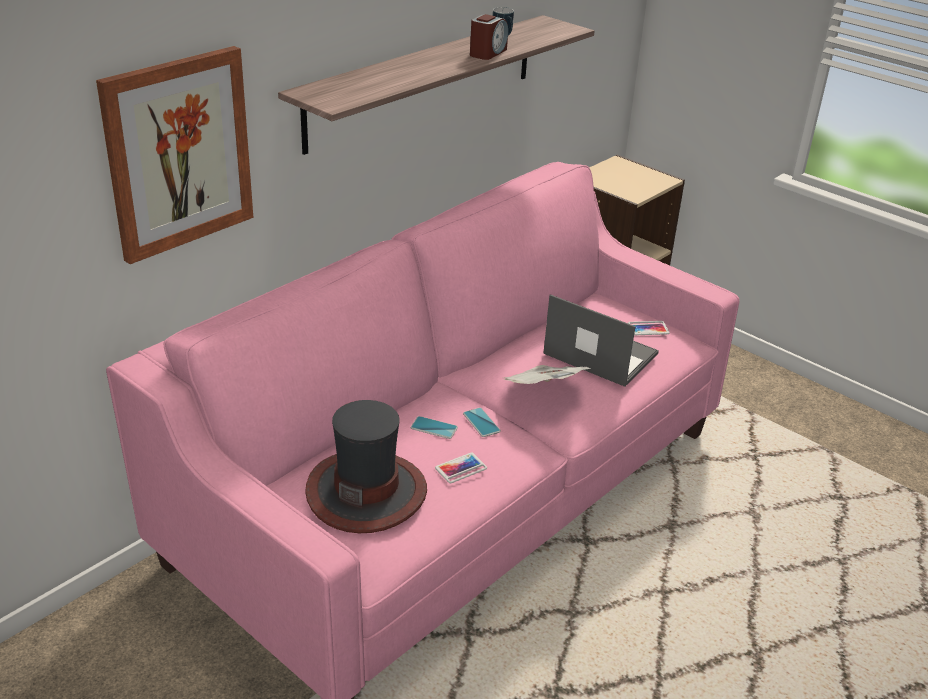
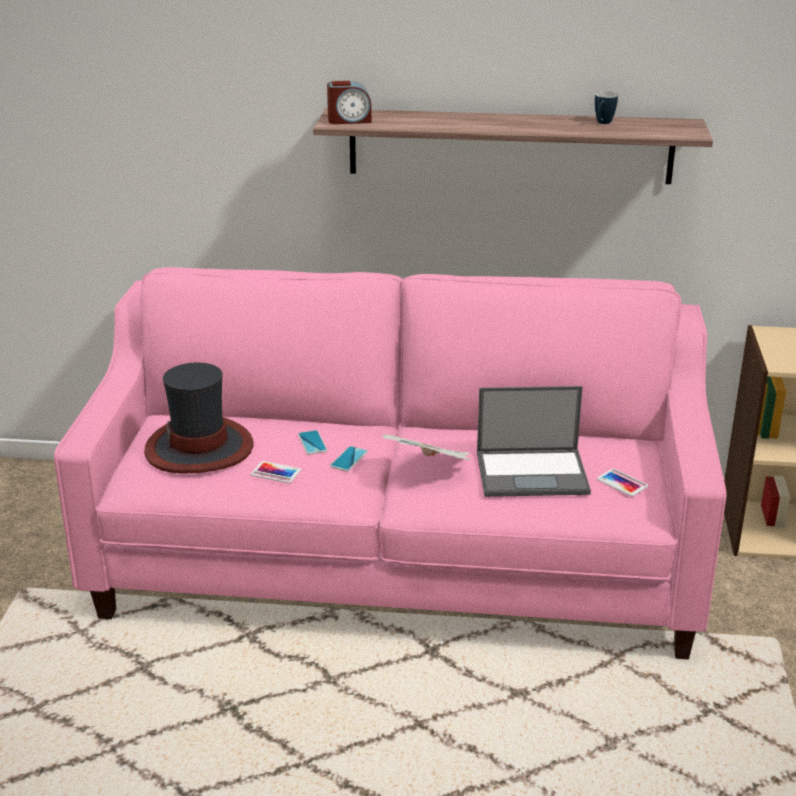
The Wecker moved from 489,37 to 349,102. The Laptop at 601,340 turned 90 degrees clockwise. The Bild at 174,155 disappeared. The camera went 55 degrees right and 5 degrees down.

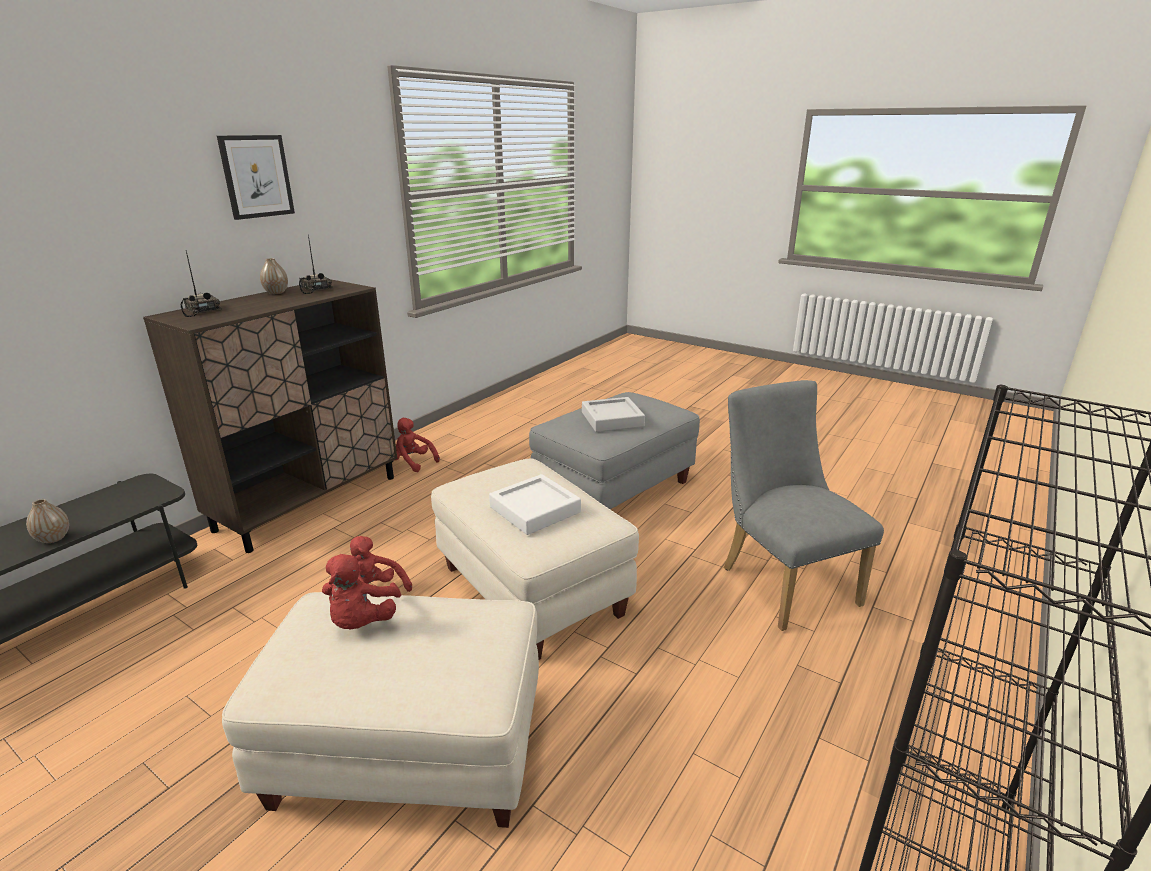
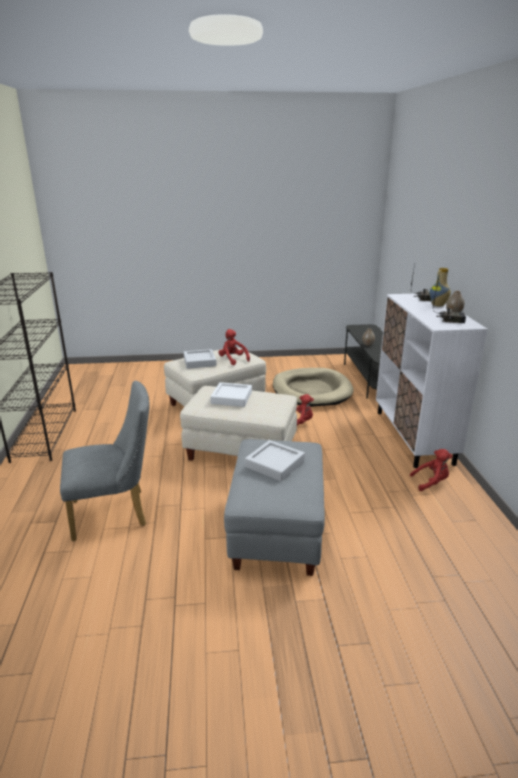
The Stuhl [grau] at 804,505 turned 45 degrees counterclockwise. The Tablett [grau] at 200,359 appeared. The Hundebett [beige] at 313,387 appeared. The Schrank [braun] at 270,416 became the Schrank [weiß] at 432,381. The Vase at 440,287 appeared. The Bild at 256,177 disappeared. The camera went 140 degrees right and 0 degrees up.

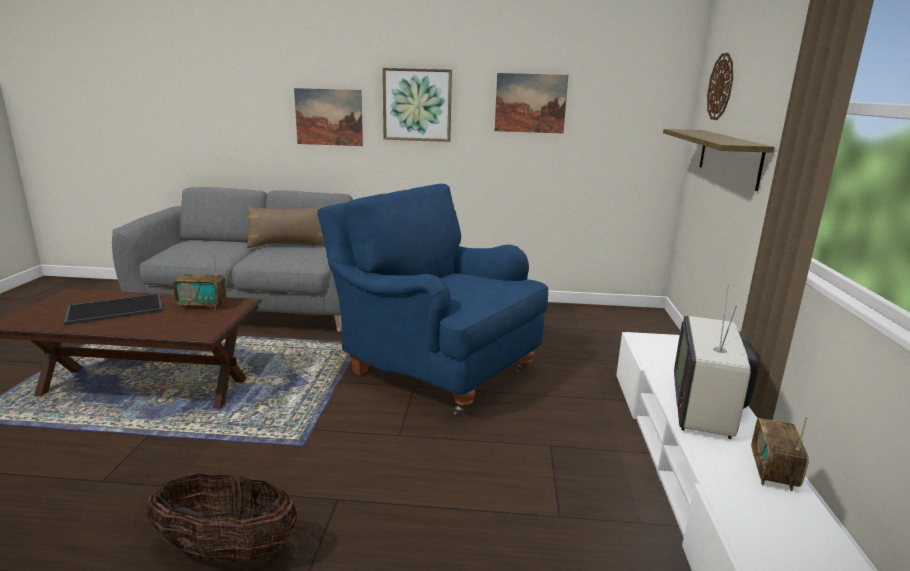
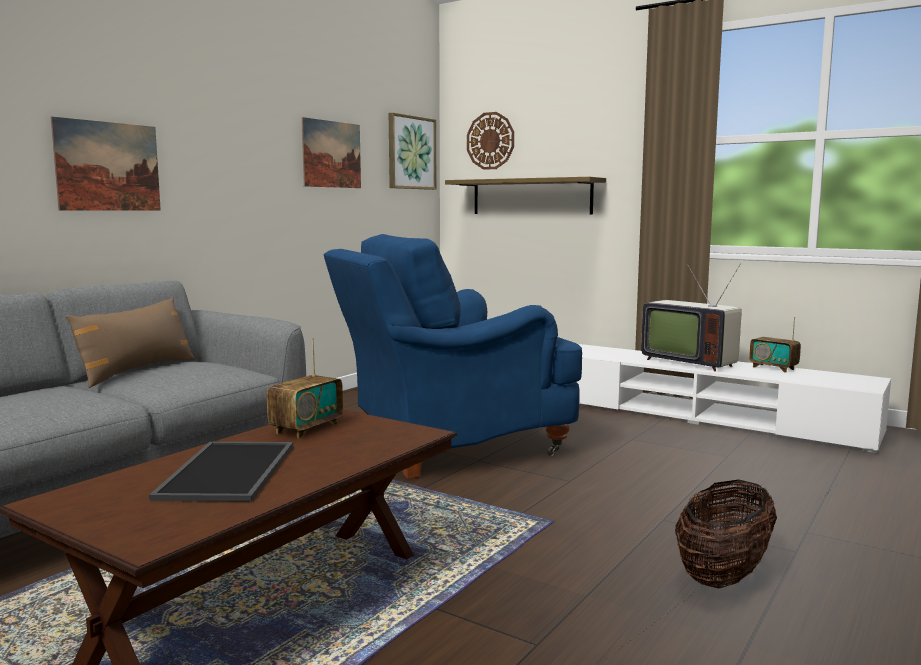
The Bild moved from 417,105 to 412,151. The camera went 60 degrees left and 10 degrees down.

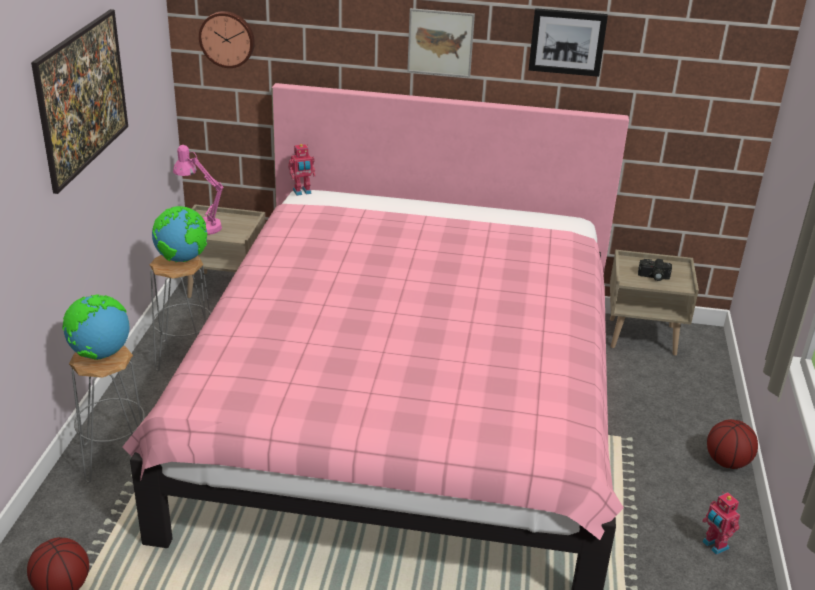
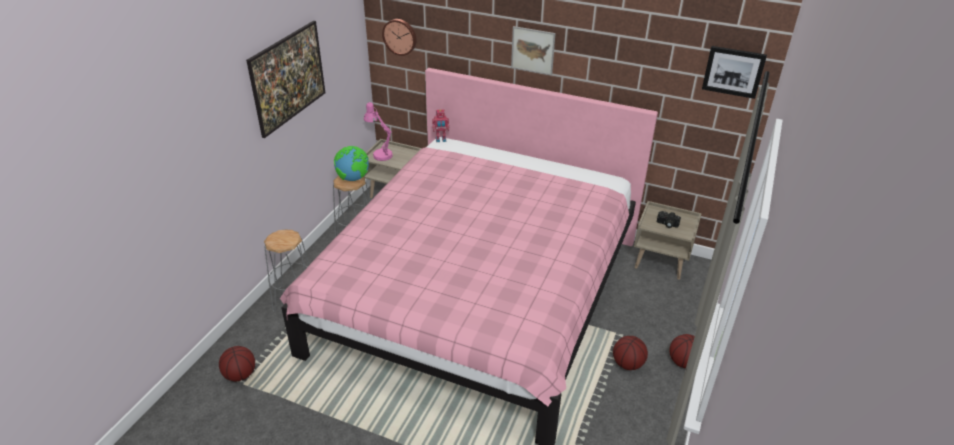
The Basketball at 630,353 appeared. The Bild moved from 568,42 to 734,72. The Globus at 95,327 disappeared. The Spielzeugroboter at 721,523 disappeared. The camera went 15 degrees right and 5 degrees up.

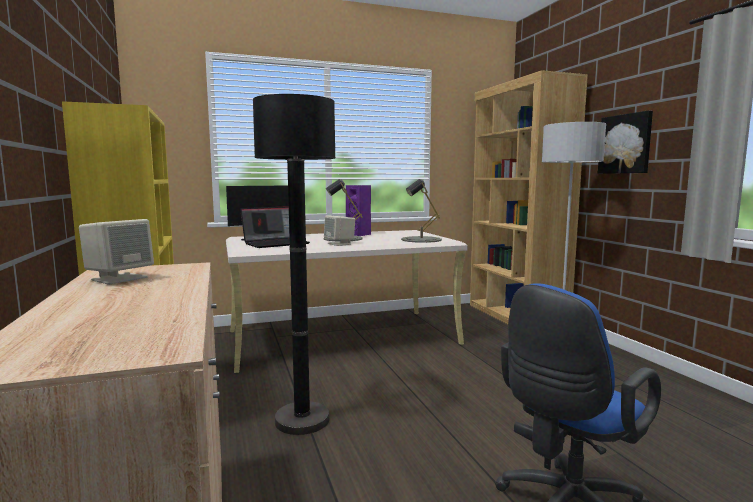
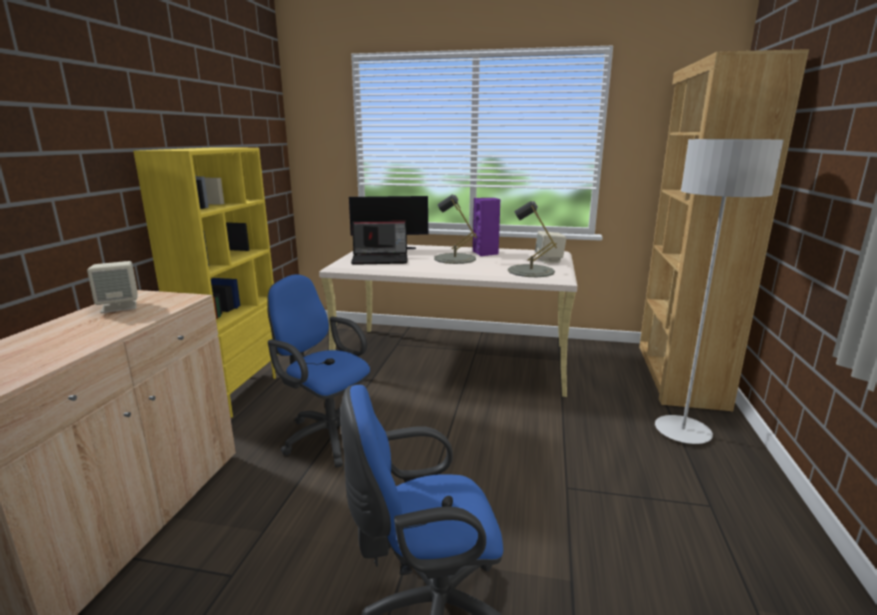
The Stehlampe [schwarz] at 294,264 was replaced by the Bürostuhl [blau] at 318,371. The Lautsprecher [beige] moved from 339,230 to 550,247. The Bild at 625,142 disappeared. The camera went 30 degrees right and 10 degrees up.

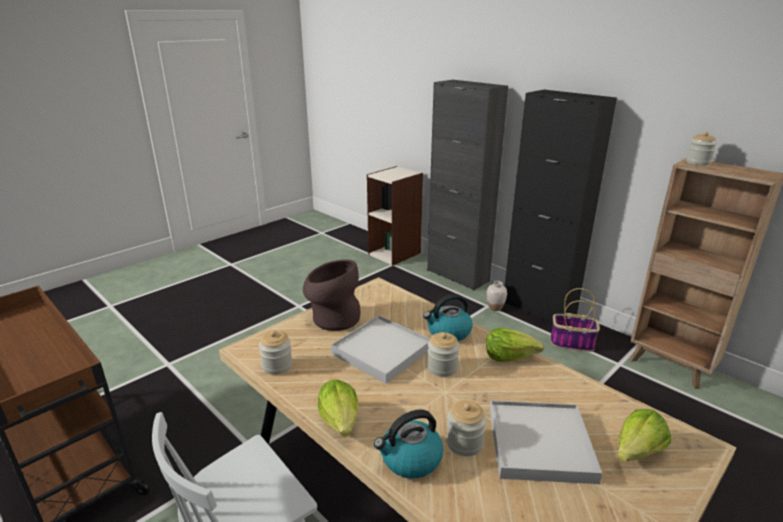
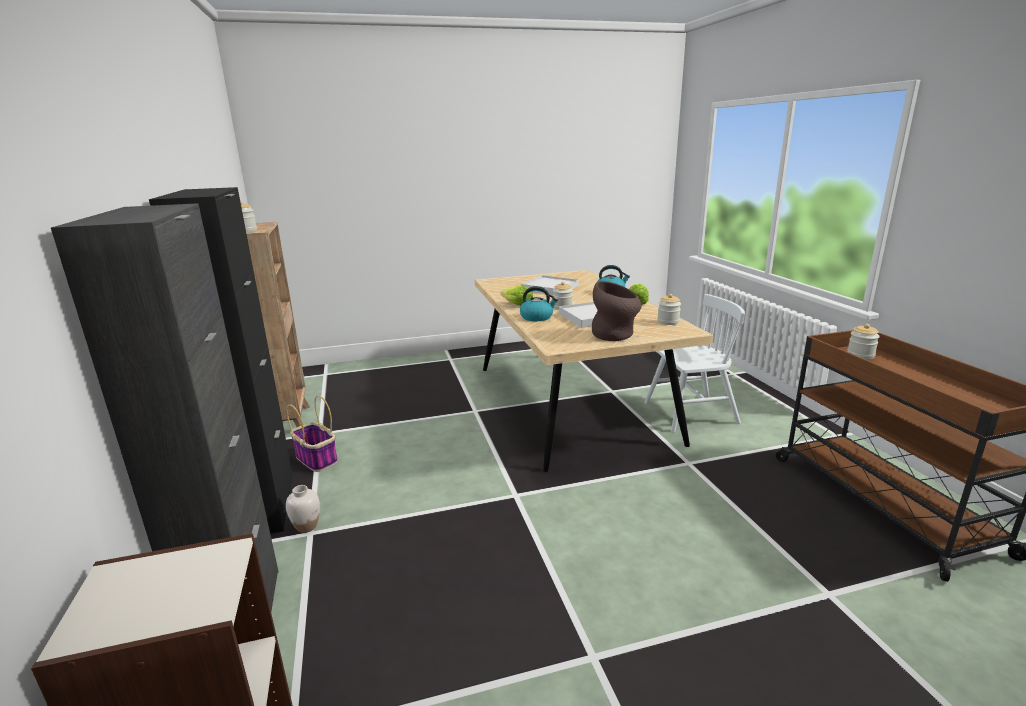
The Vorratsglas moved from 466,428 to 863,342. The Salatkopf at 644,435 disappeared. The camera went 150 degrees left and 5 degrees down.

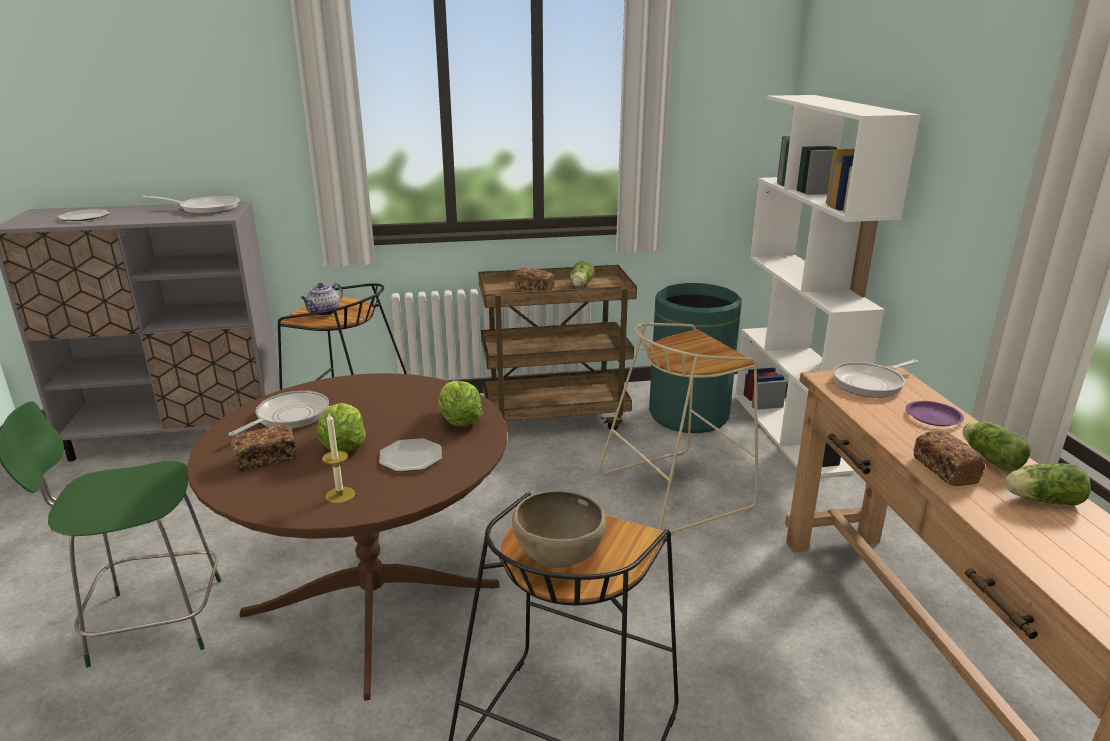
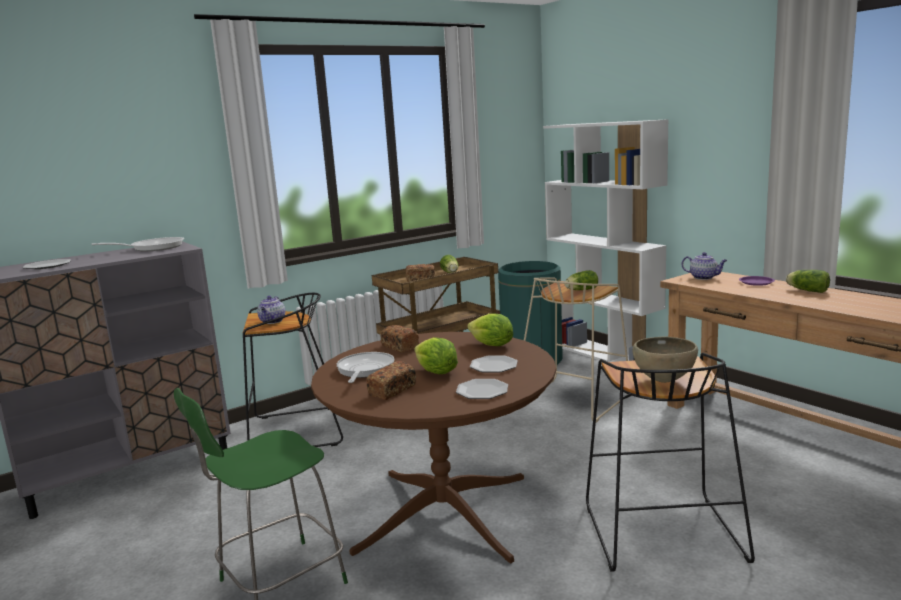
The Brot moved from 949,458 to 399,339. The Kerze at 338,458 was replaced by the Teller at 482,389. The Salatkopf moved from 1048,484 to 581,280. The Pfanne at 875,379 was replaced by the Teekanne at 704,266. The camera went 25 degrees left and 10 degrees down.

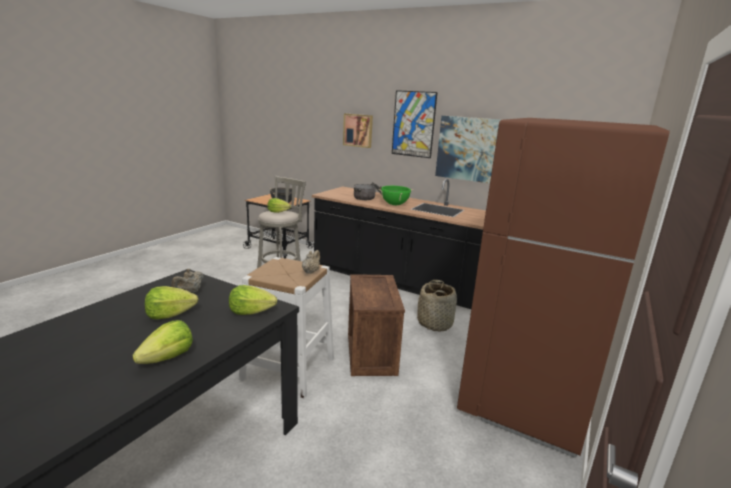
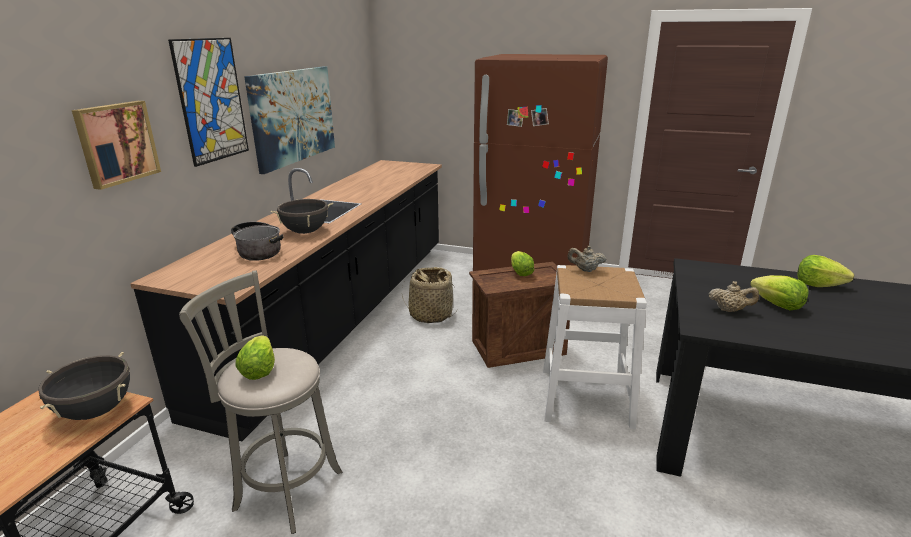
The Kochtopf [grün] at 396,195 became the Kochtopf [schwarz] at 302,216. The Salatkopf moved from 253,300 to 522,263. The camera went 100 degrees left and 5 degrees up.

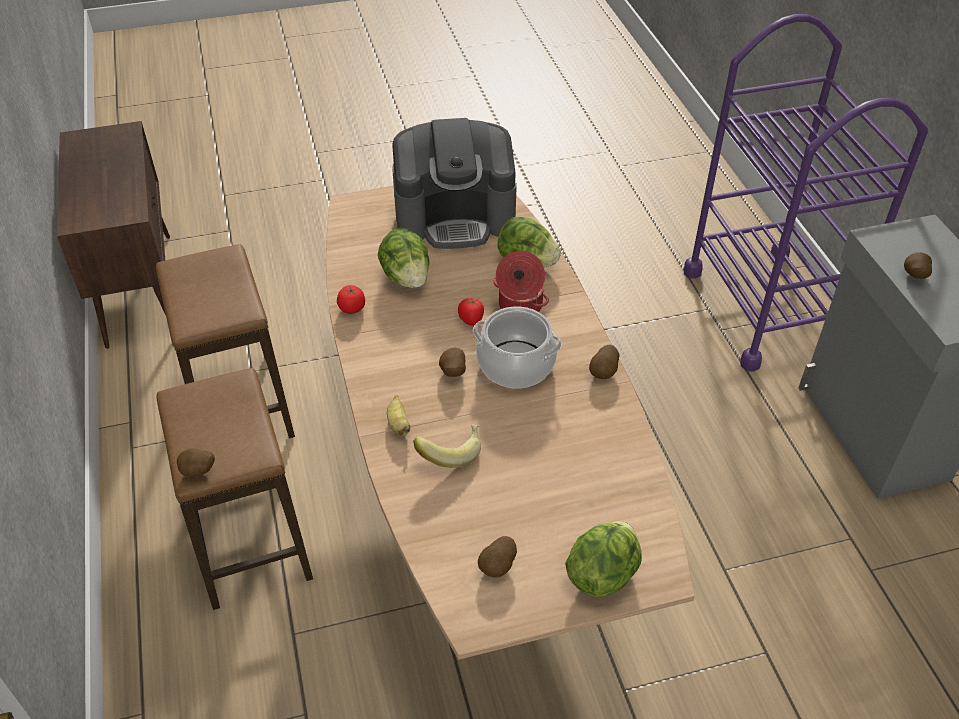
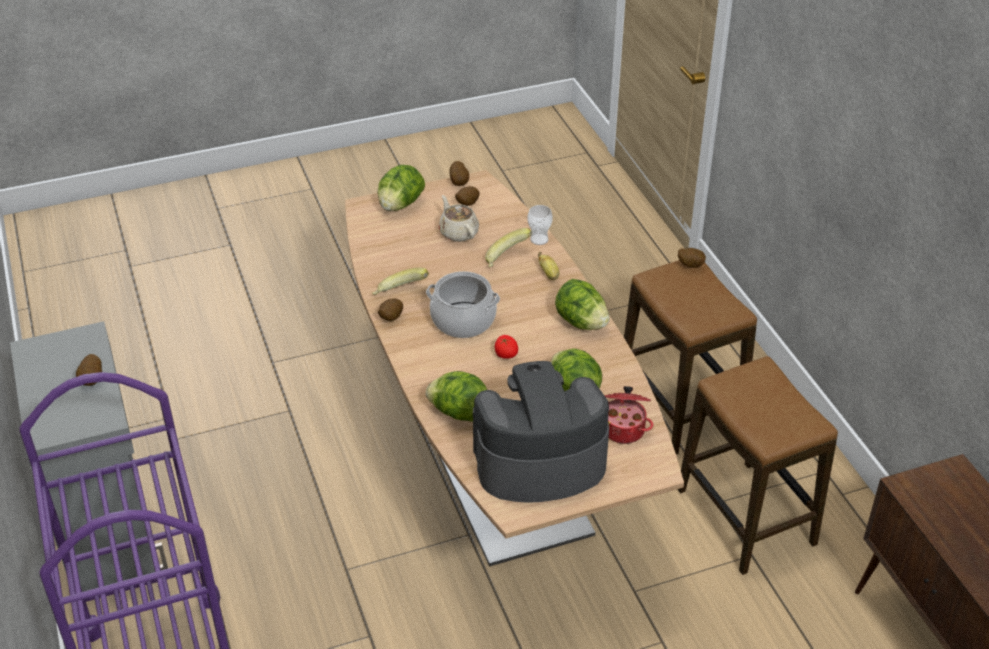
The Banane at 400,281 appeared. The Teekanne [beige] at 459,218 appeared. The Kartoffel moved from 452,362 to 459,173. The Tasse at 540,225 appeared. The Salatkopf at 582,304 appeared. The Kochtopf moved from 521,281 to 628,415. The Tomate at 351,299 disappeared. The camera went 175 degrees right and 5 degrees down.

